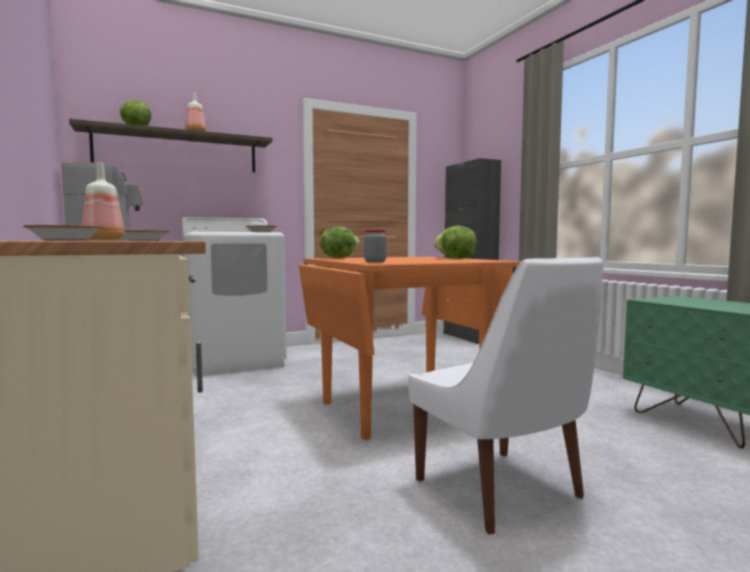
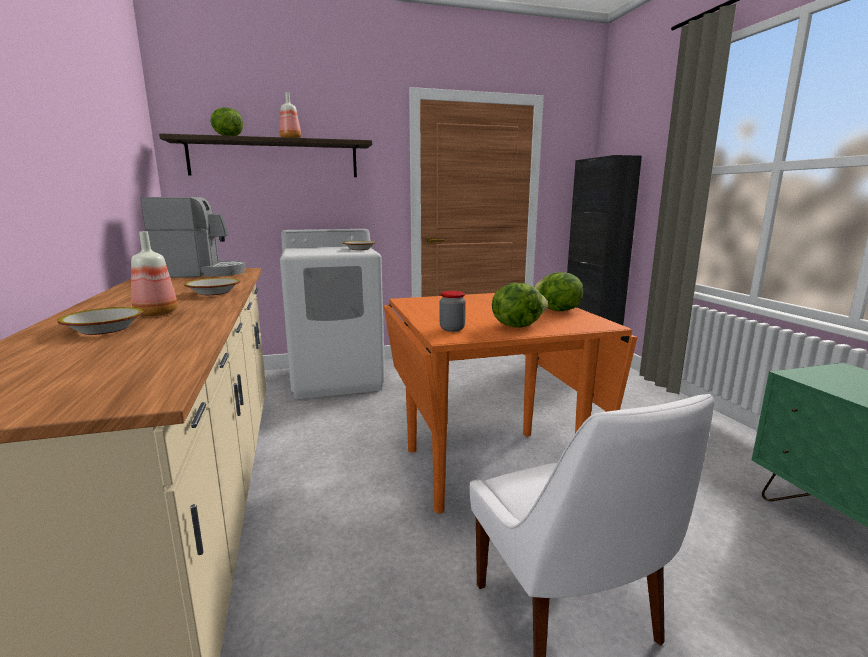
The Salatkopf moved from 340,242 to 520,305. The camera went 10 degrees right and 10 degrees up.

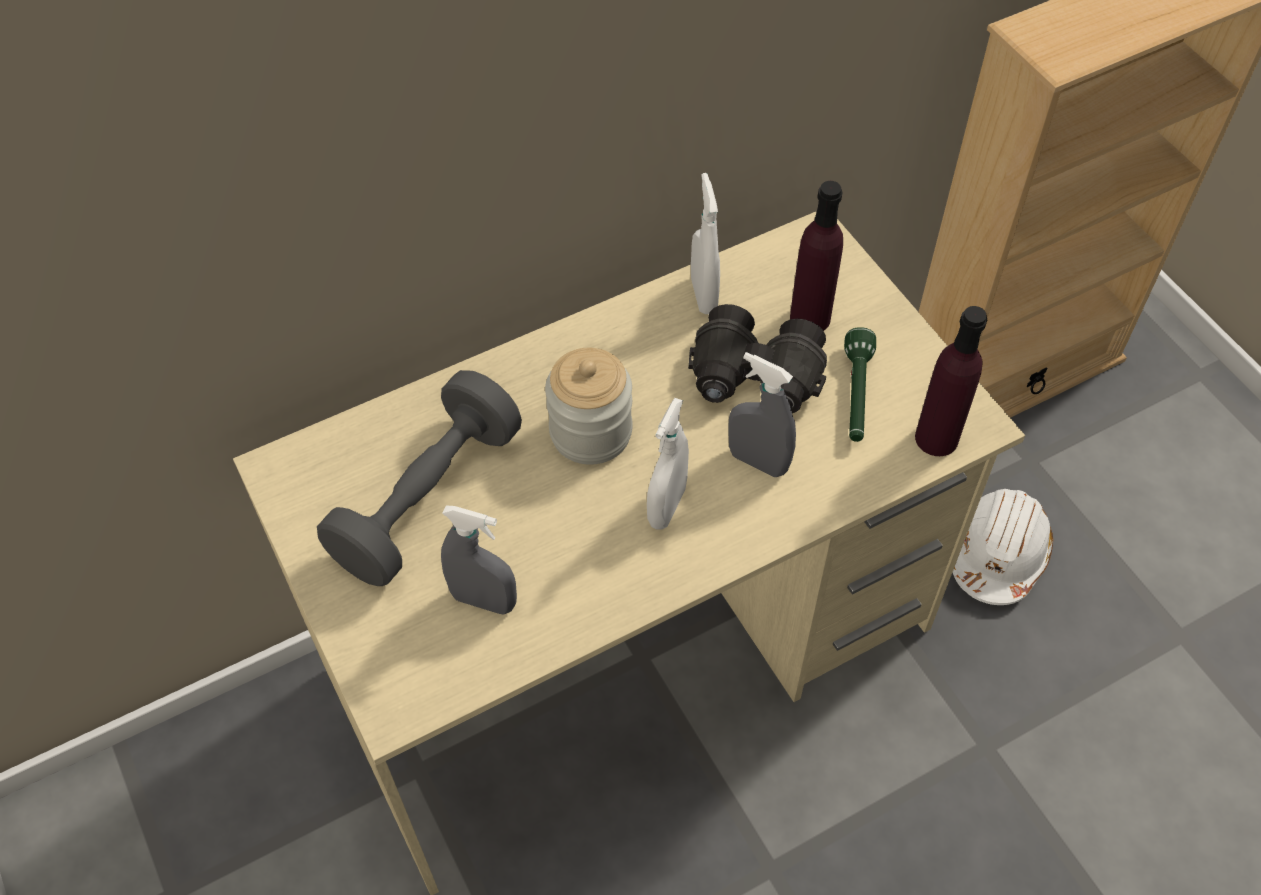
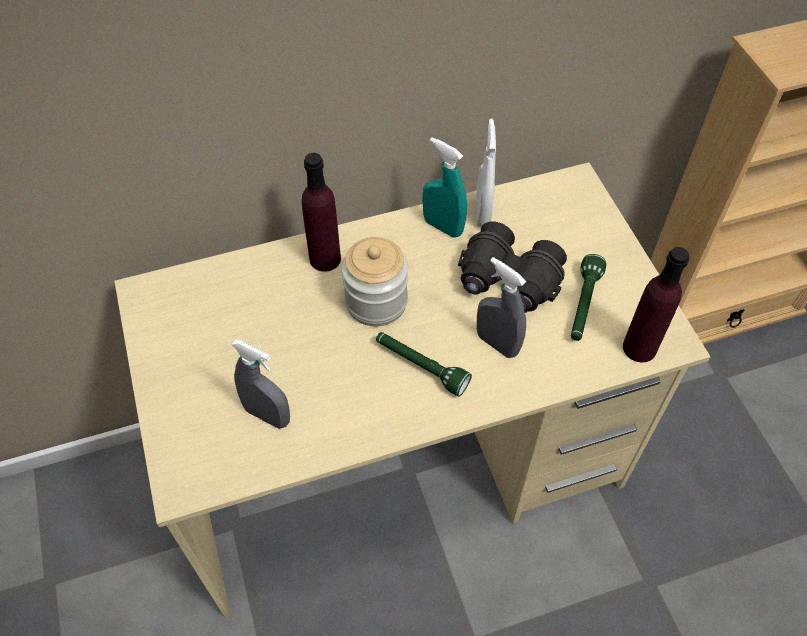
The Flasche [lila] moved from 816,256 to 321,212. The Sprühflasche [weiß] at 668,463 was replaced by the Taschenlampe [grün] at 424,364. The Sprühflasche [türkis] at 444,187 appeared. The Hantel [grau] at 419,478 disappeared. The Schutzhelm [weiß] at 1003,547 disappeared. The camera went 10 degrees right and 0 degrees up.

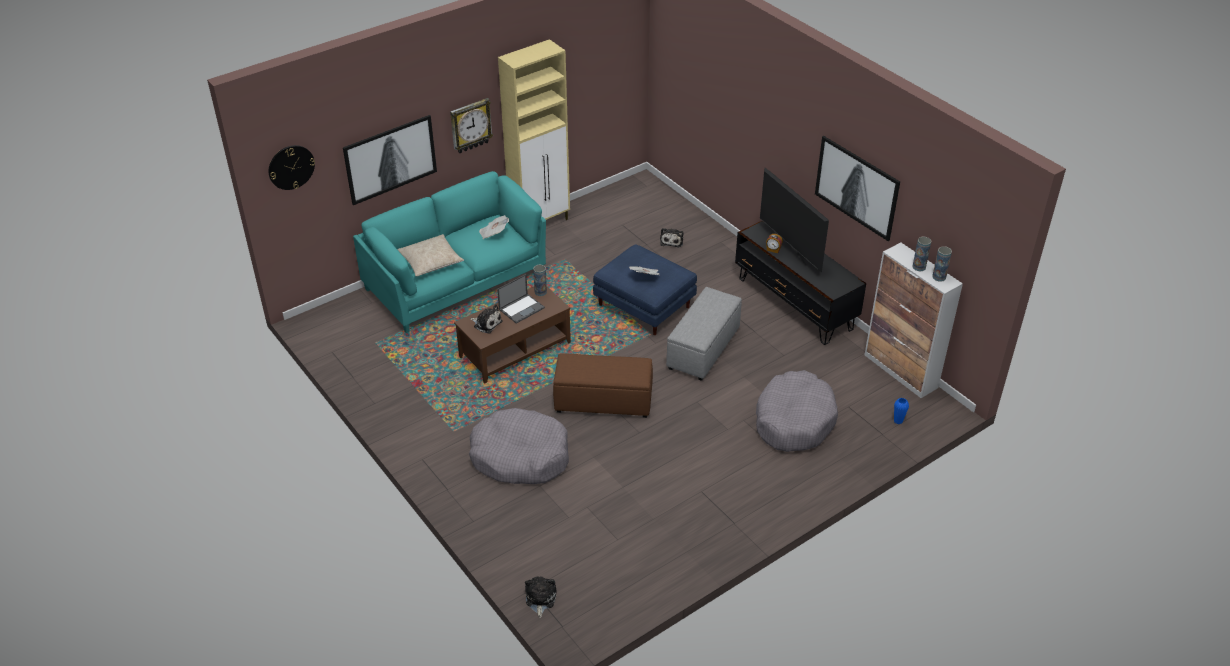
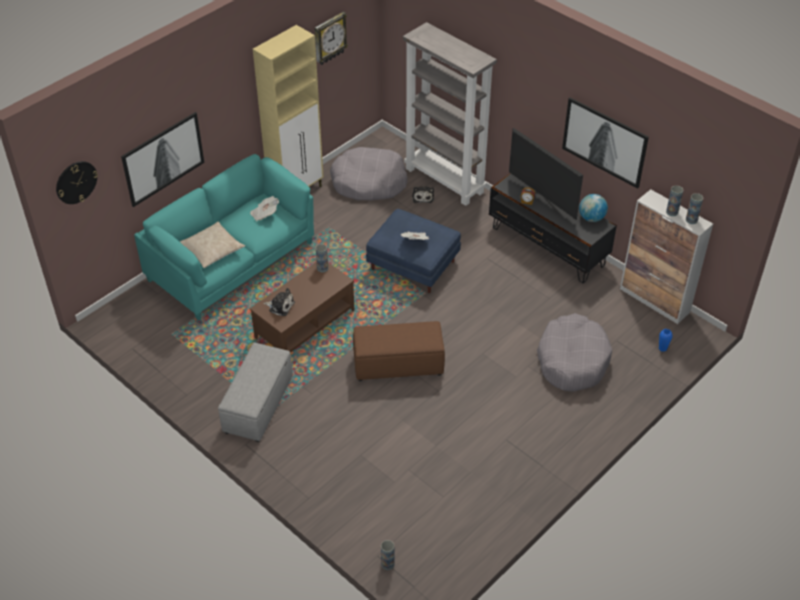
The Polsterhocker [grau] moved from 704,334 to 255,392. The Wanduhr moved from 471,125 to 331,38. The Hundebett [grau] moved from 519,446 to 369,174. The Plüschtier at 540,597 was replaced by the Vase at 388,555. The Bücherregal [grau] at 450,114 appeared. The Globus at 593,208 appeared. The Laptop at 521,299 disappeared. The camera went 10 degrees left and 5 degrees up.

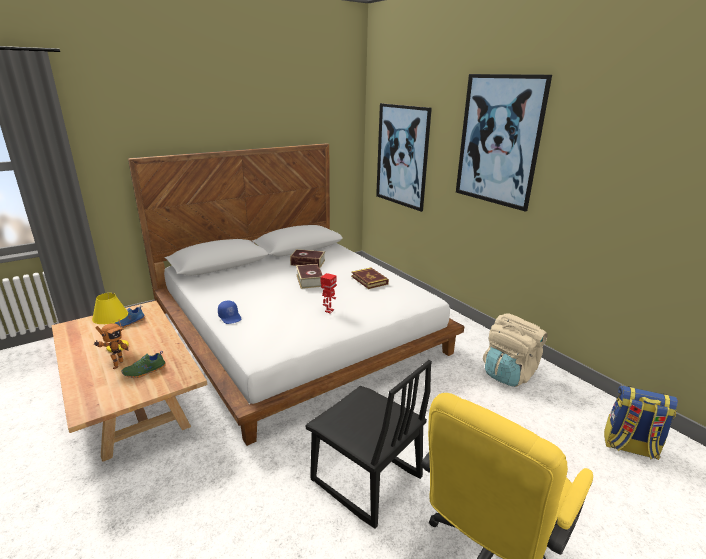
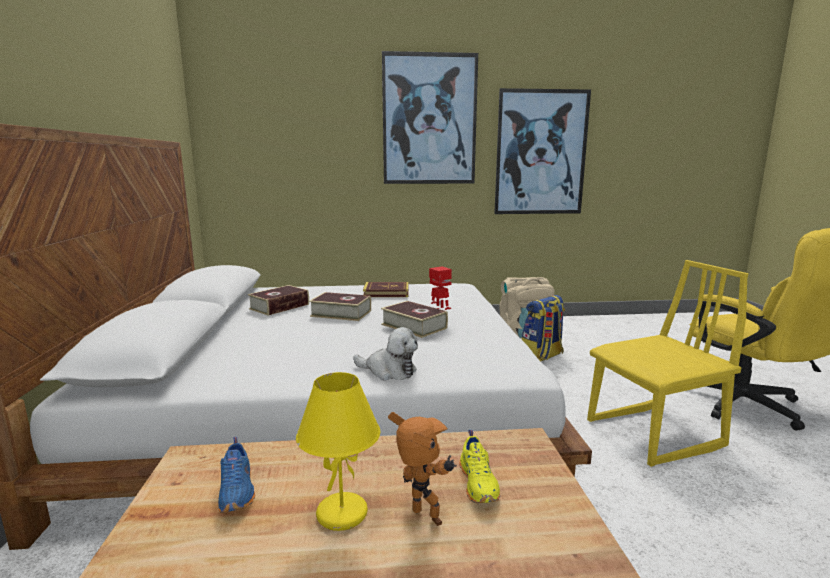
The Kappe [blau] at 230,312 was replaced by the Plüschtier at 385,354. The Buch at 414,319 appeared. The Schuh [grün] at 144,364 became the Schuh [gelb] at 479,466. The Bild moved from 404,157 to 542,151. The Rucksack moved from 641,423 to 543,328. The Stuhl [schwarz] at 368,444 became the Stuhl [gelb] at 667,363. The camera went 60 degrees left and 10 degrees down.

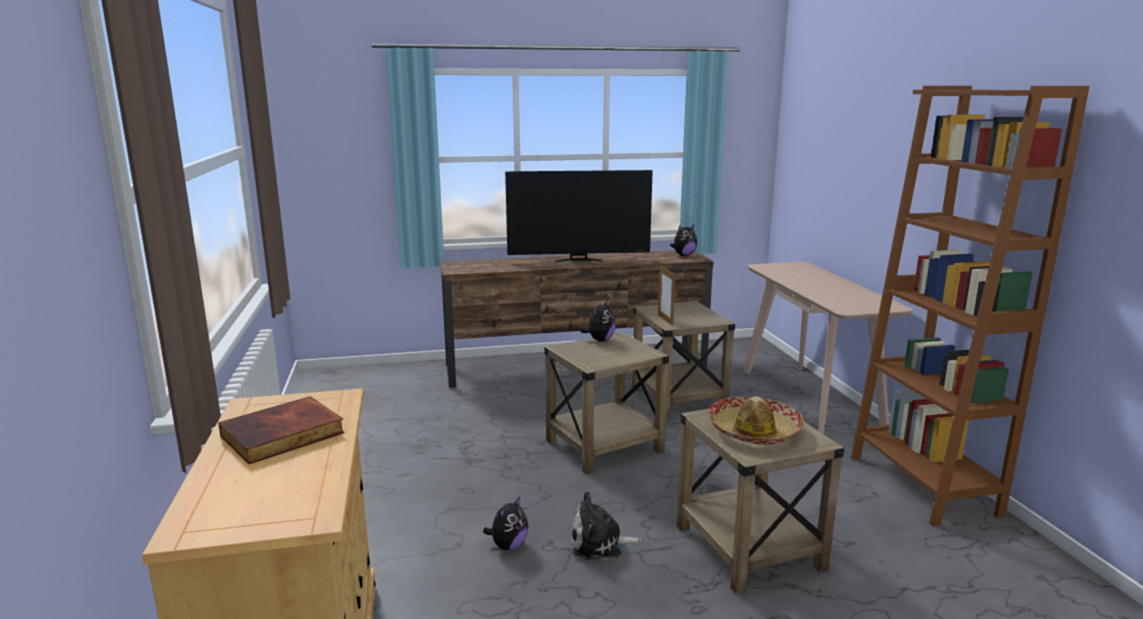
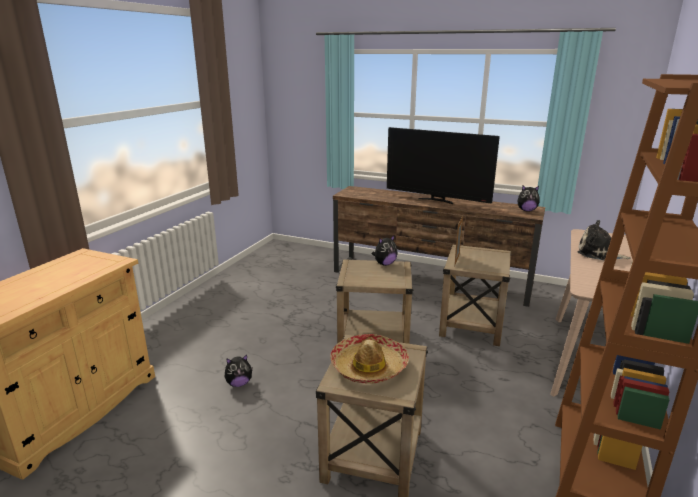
The Plüschtier moved from 606,525 to 604,240. The Buch at 281,430 disappeared. The camera went 35 degrees right and 5 degrees up.

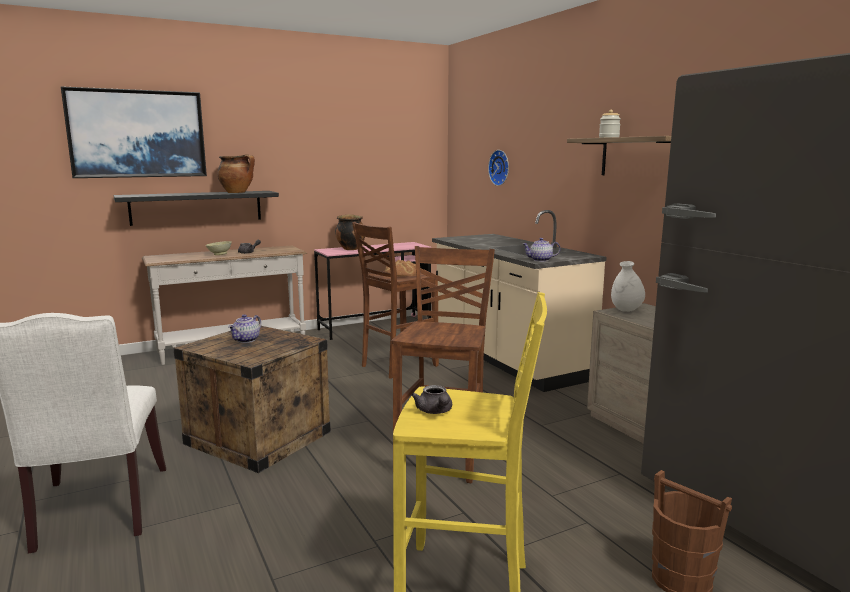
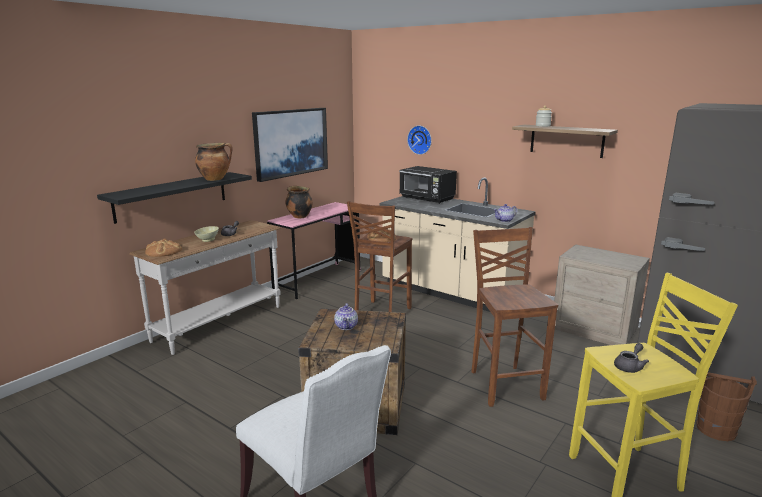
The Brot at 163,248 appeared. The Bild moved from 134,132 to 290,145. The Mikrowelle [schwarz] at 428,185 appeared. The Teekanne [grau] at 431,399 turned 90 degrees counterclockwise. The Vase [weiß] at 628,286 disappeared. The camera went 25 degrees left and 5 degrees up.

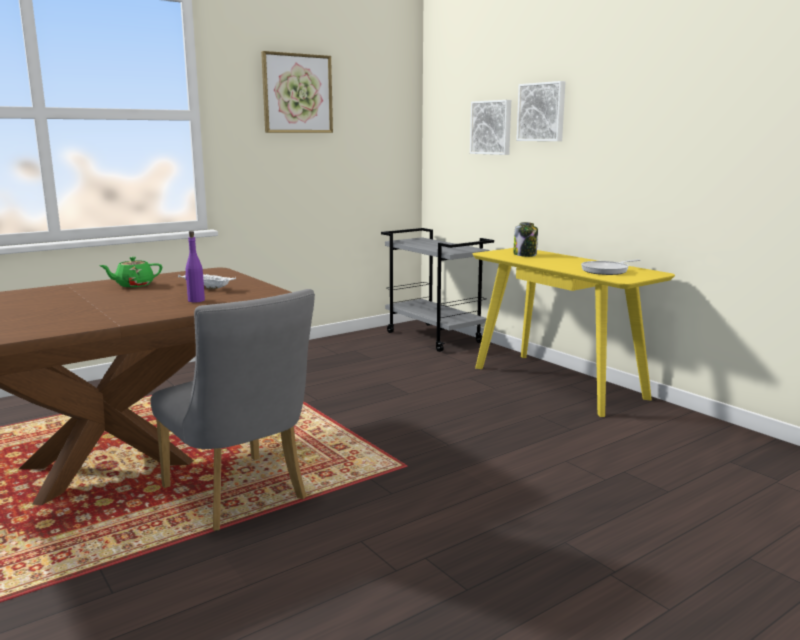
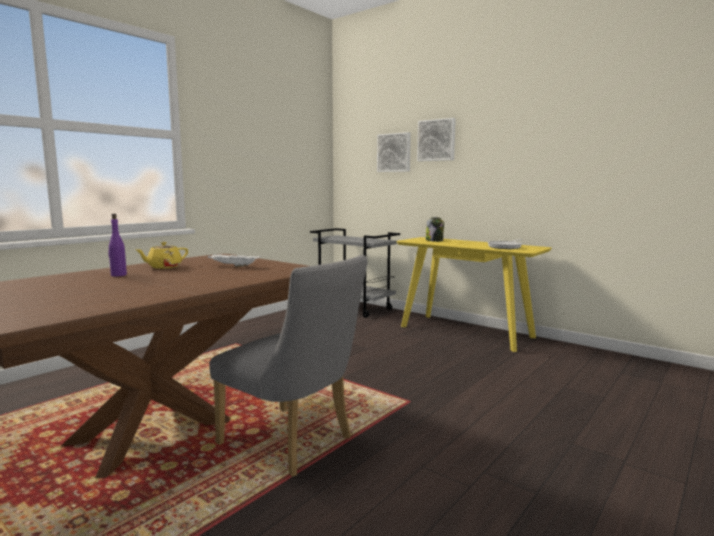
The Flasche [lila] moved from 195,266 to 117,245. The Teekanne [grün] at 130,272 became the Teekanne [gelb] at 162,255. The Bild at 297,92 disappeared. The camera went 15 degrees left and 5 degrees down.

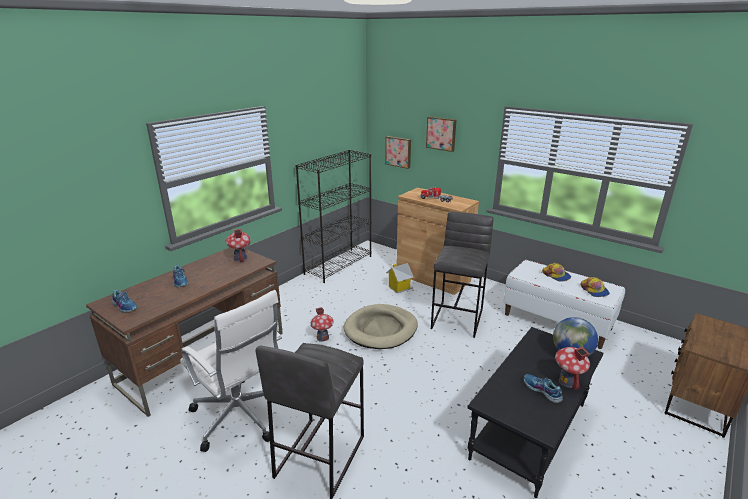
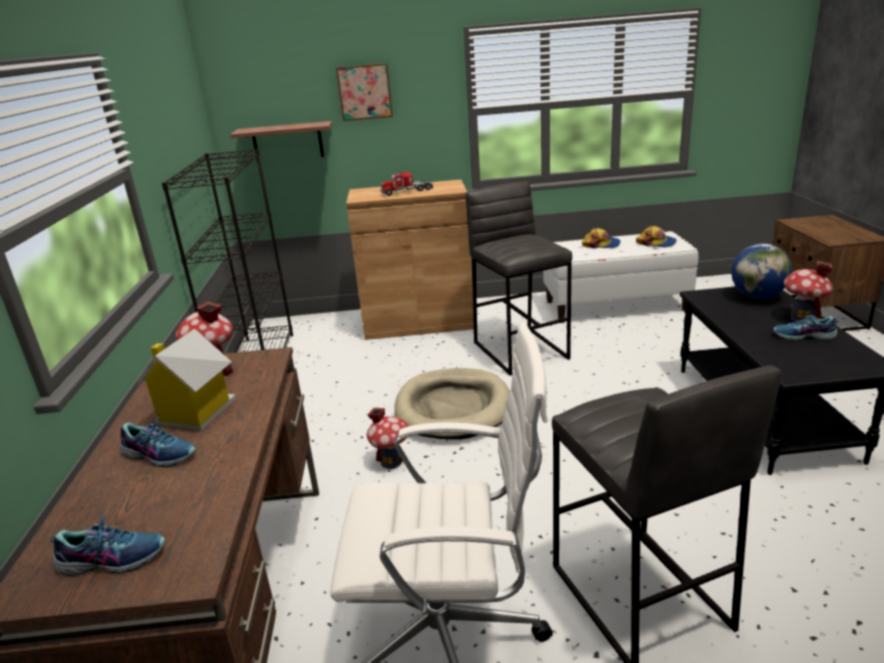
The Spielzeughaus moved from 399,278 to 185,379. The Bild at 398,152 was replaced by the Wandregal at 281,142. The camera went 40 degrees left and 0 degrees up.

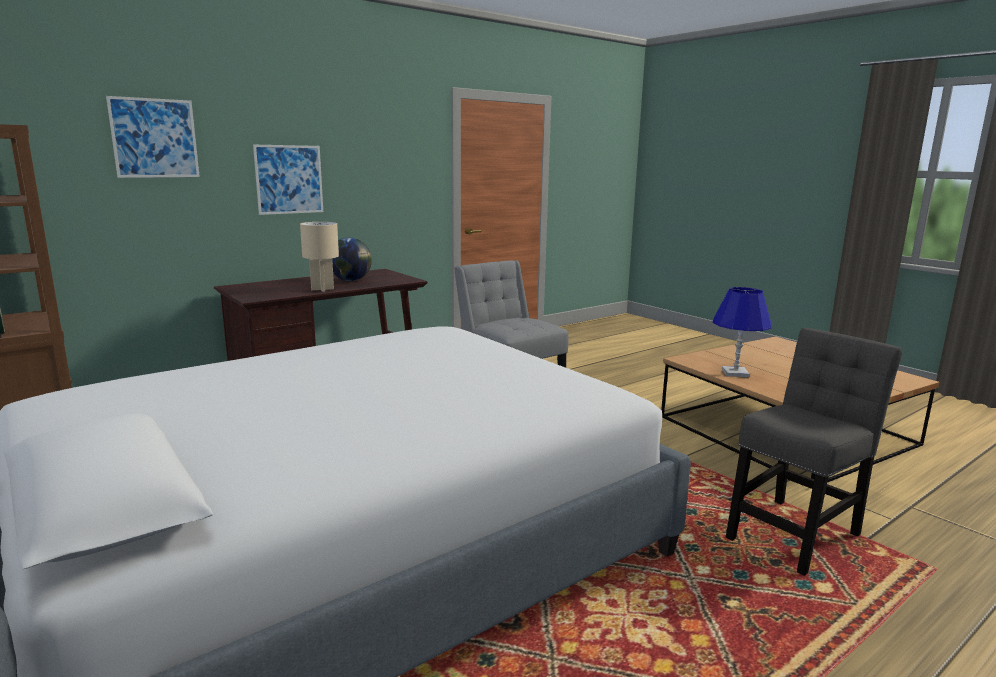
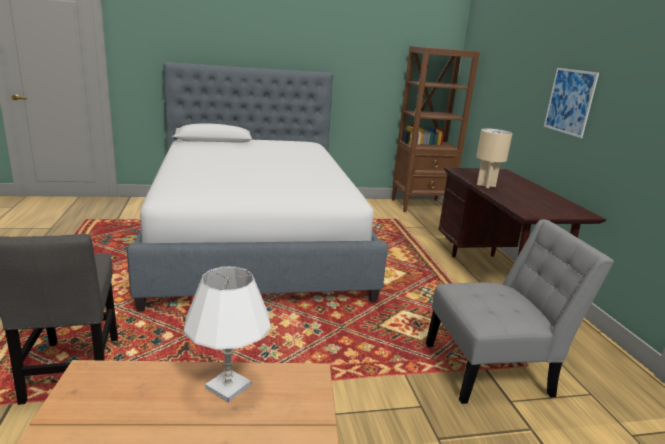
The Tischlampe [blau] at 741,332 became the Tischlampe [weiß] at 227,334. The Bild at 153,137 disappeared. The Globus at 352,259 disappeared. The camera went 115 degrees right and 5 degrees up.

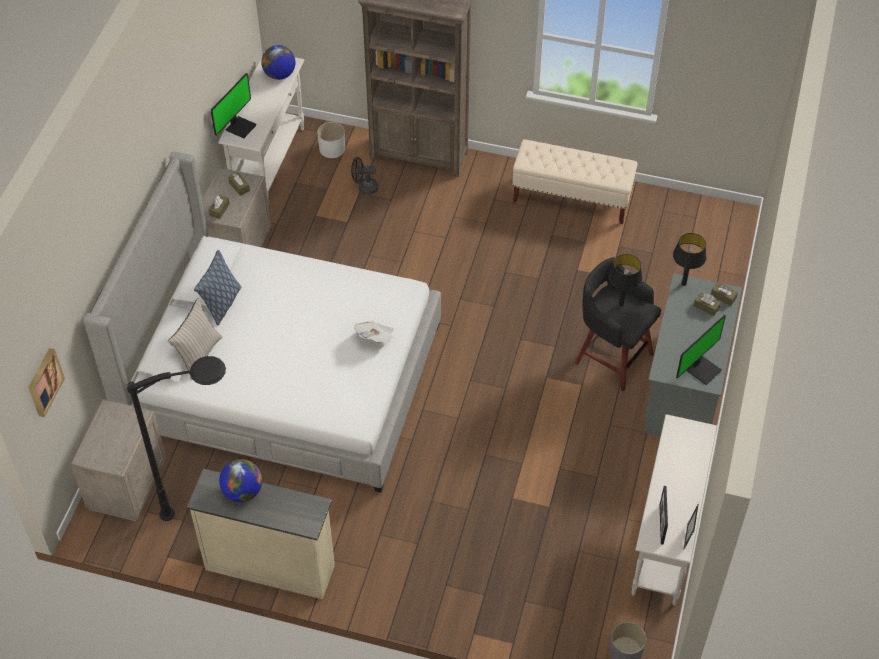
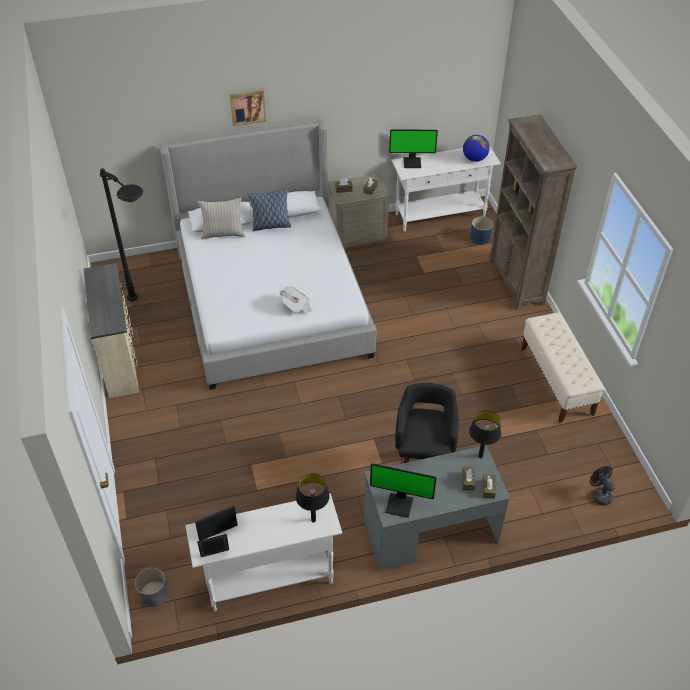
The Bild moved from 46,383 to 248,108. The Tischlampe [schwarz] moved from 625,280 to 313,497. The Pflanzkübel [weiß] at 331,140 became the Pflanzkübel [blau] at 481,230. The Ventilator [schwarz] moved from 364,176 to 602,486. The Nachttisch [beige] at 118,460 disappeared. The Globus at 240,480 disappeared. The camera went 60 degrees right and 5 degrees down.

